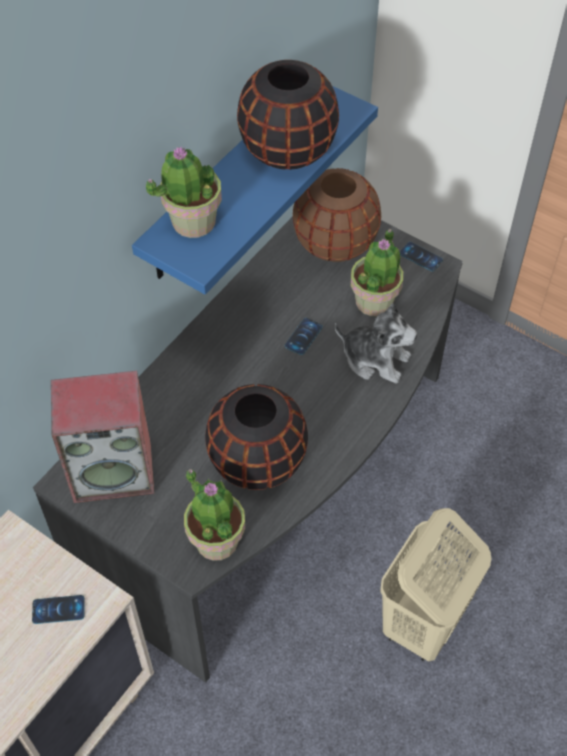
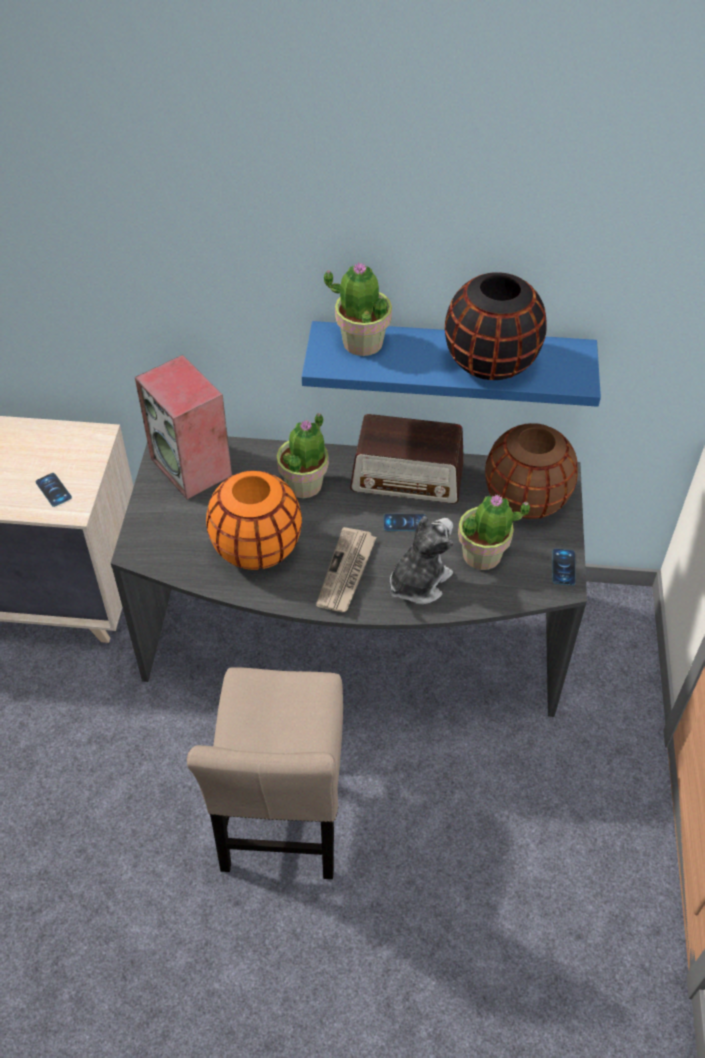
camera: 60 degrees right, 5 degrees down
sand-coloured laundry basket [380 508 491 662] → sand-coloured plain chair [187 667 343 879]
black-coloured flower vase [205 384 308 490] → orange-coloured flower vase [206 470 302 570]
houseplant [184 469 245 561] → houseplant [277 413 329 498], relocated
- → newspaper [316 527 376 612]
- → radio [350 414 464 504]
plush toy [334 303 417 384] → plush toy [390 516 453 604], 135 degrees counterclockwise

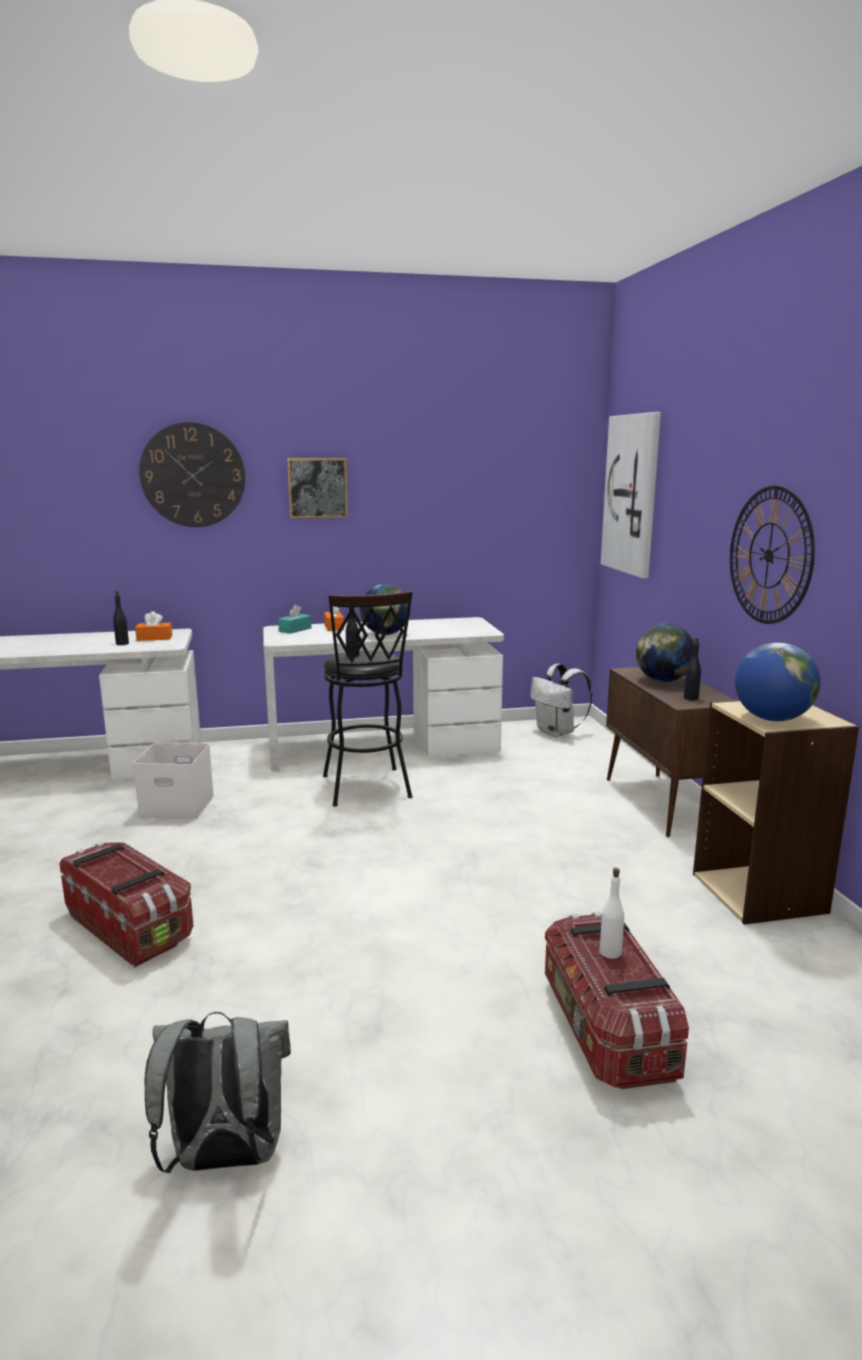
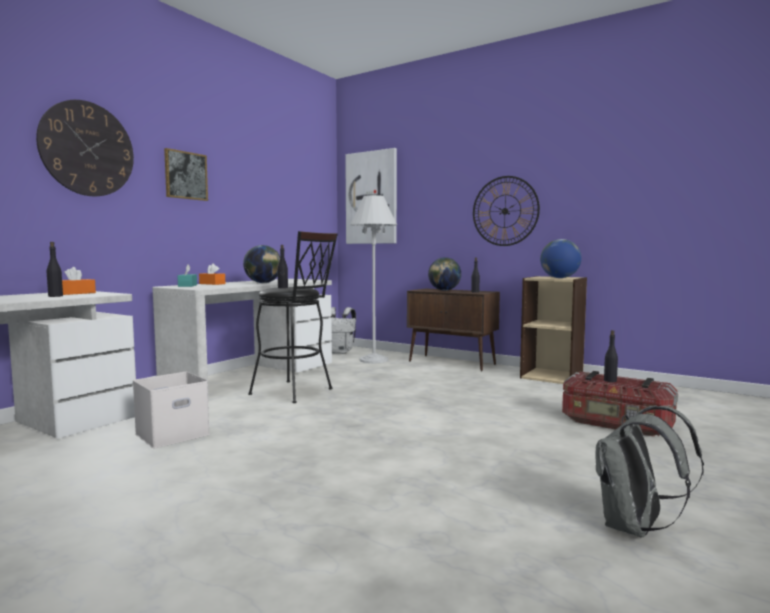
camera: 45 degrees left, 10 degrees down
- → white-coloured standing lamp [350 195 397 363]
white-coloured bottle [600 868 624 959] → black-coloured bottle [604 330 618 382]
storage bin [59 842 193 967] → -

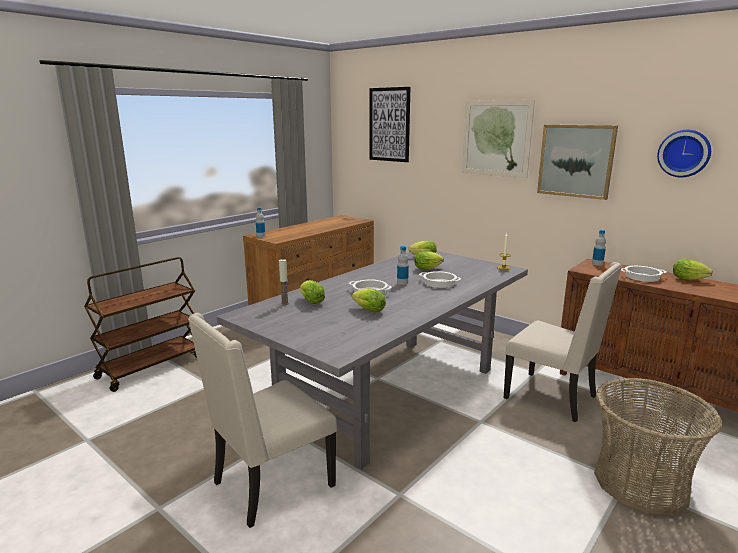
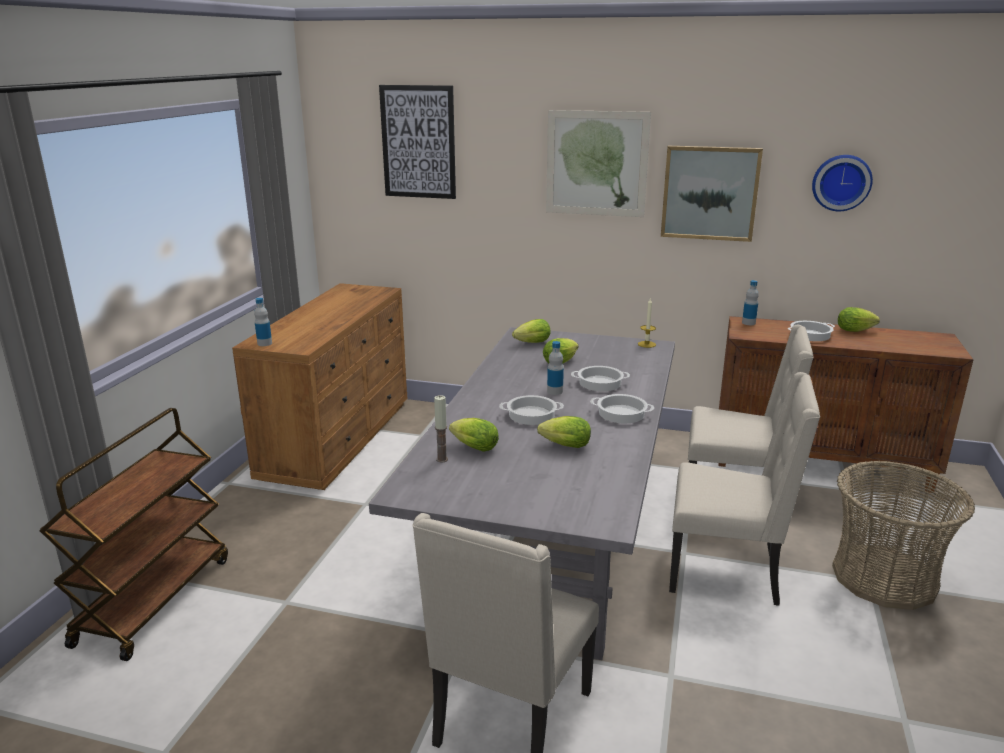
camera: 25 degrees left, 5 degrees up
- → cooking pot [590 394 654 423]
- → sand-coloured plain chair [669 372 820 606]

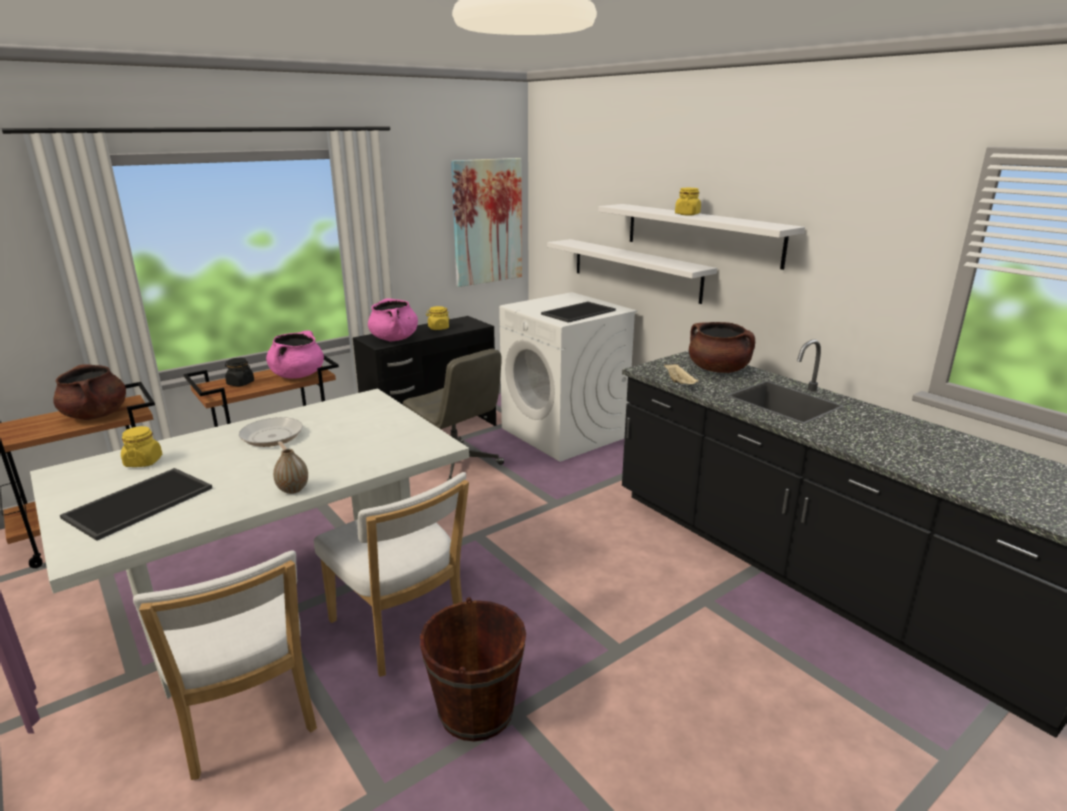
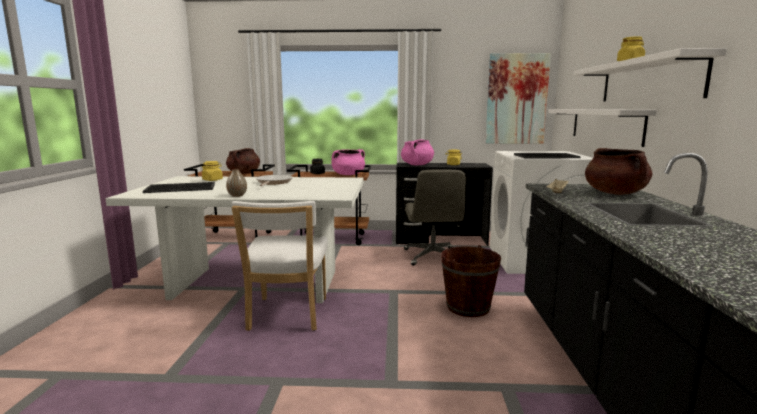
camera: 40 degrees right, 10 degrees down
brown-coloured bucket [420 597 526 742] → brown-coloured bucket [441 245 501 317], relocated
white-coloured plain chair [133 551 317 780] → -

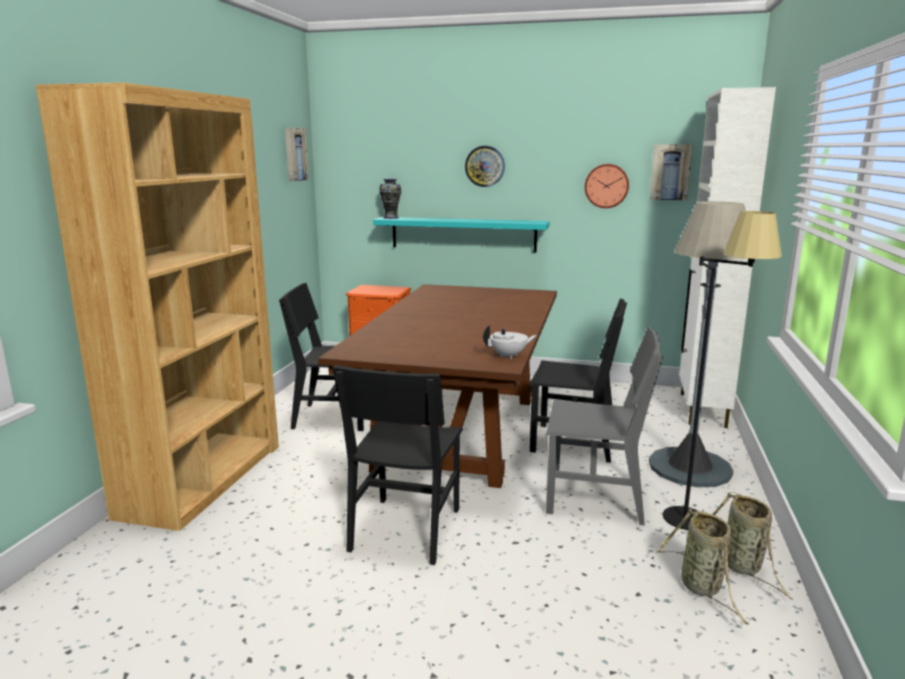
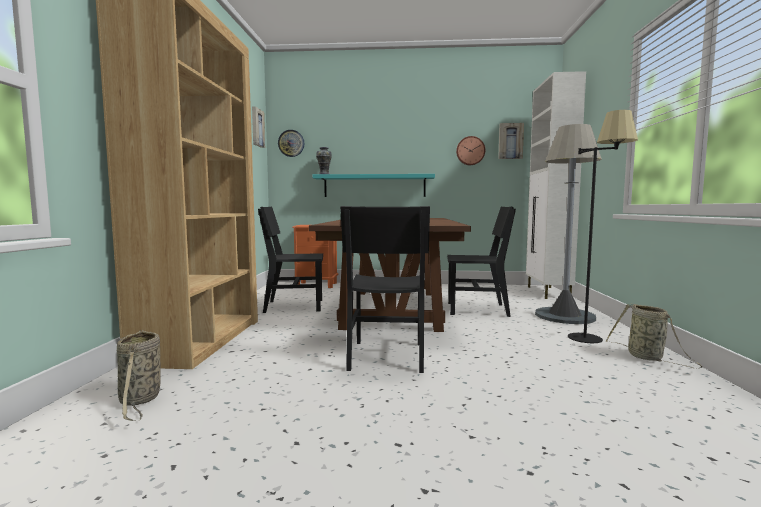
camera: 10 degrees left, 10 degrees down
household basket [656 509 749 625] → household basket [116 331 161 421], relocated
clock on the wall [465 146 505 187] → clock on the wall [278 130 304 157], relocated
white-coloured teapot [483 325 537 359] → -
greyish plain chair [546 327 663 525] → -

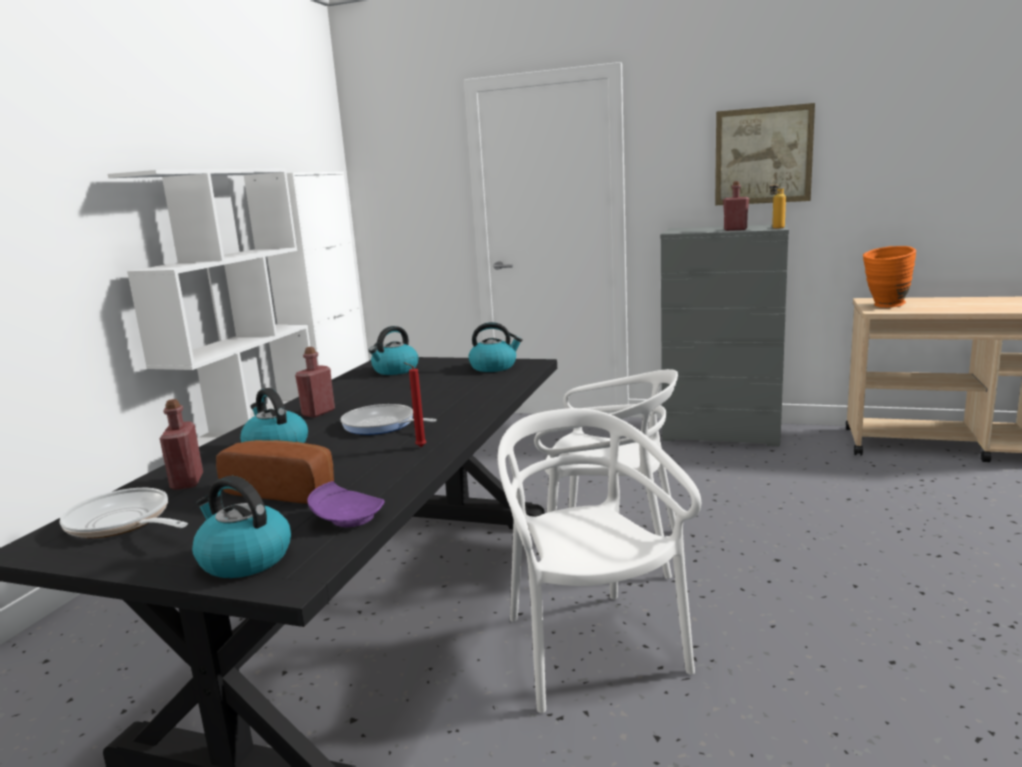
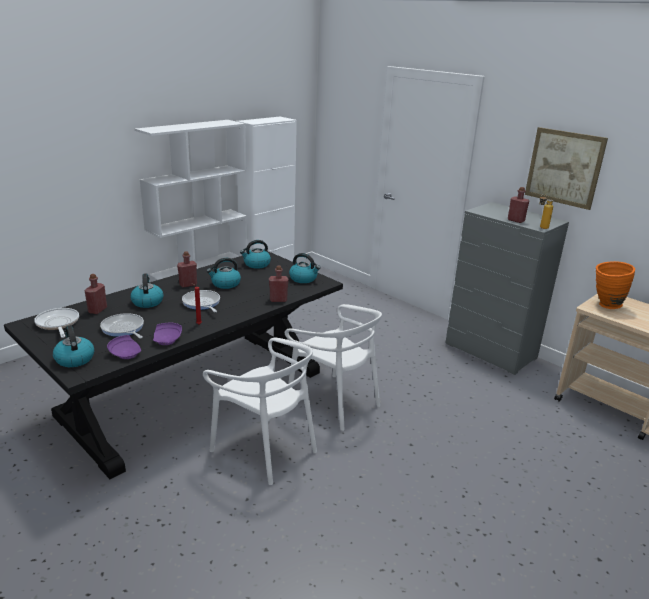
camera: 25 degrees right, 10 degrees up
baked bread [216 440 334 504] → pan [100 313 144 338]
- → purplish flat dish [153 323 182 345]
white-coloured plain chair [498 408 701 713] → white-coloured plain chair [203 338 317 485], 120 degrees clockwise
- → kettle [207 258 241 289]
- → reddish bottle [269 266 289 302]

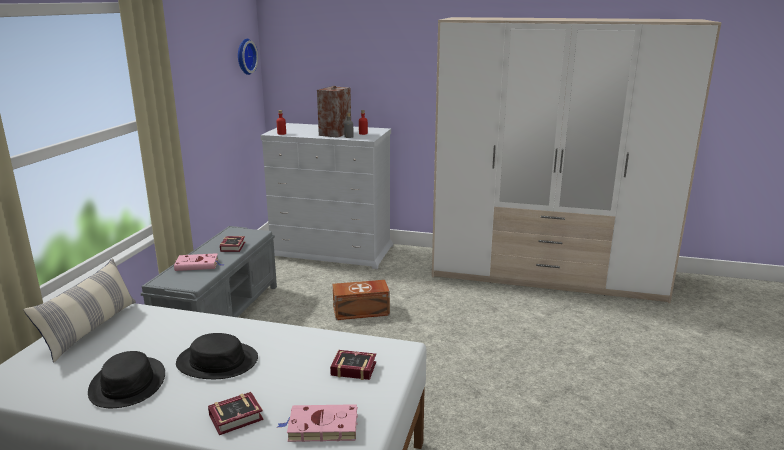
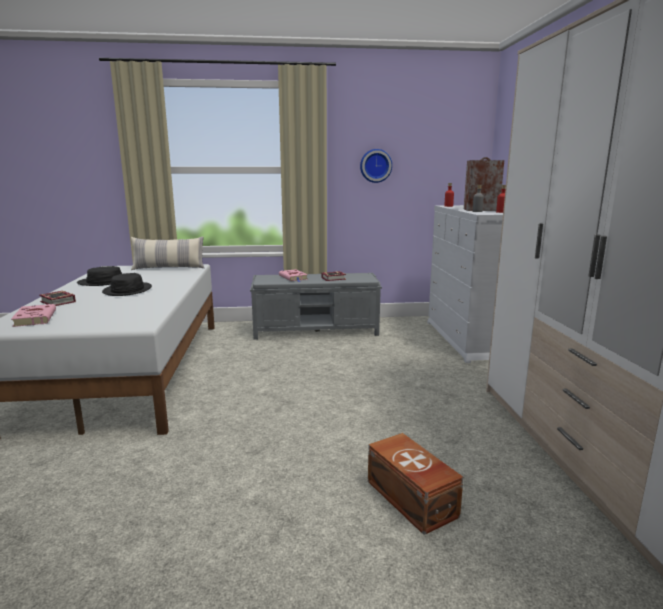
camera: 70 degrees right, 5 degrees down
clock on the wall [238 39 258 75] → clock on the wall [360 149 392 183], relocated
brown-coloured storage bin [333 280 390 320] → brown-coloured storage bin [368 433 463 535], relocated
volume [330 350 376 380] → -

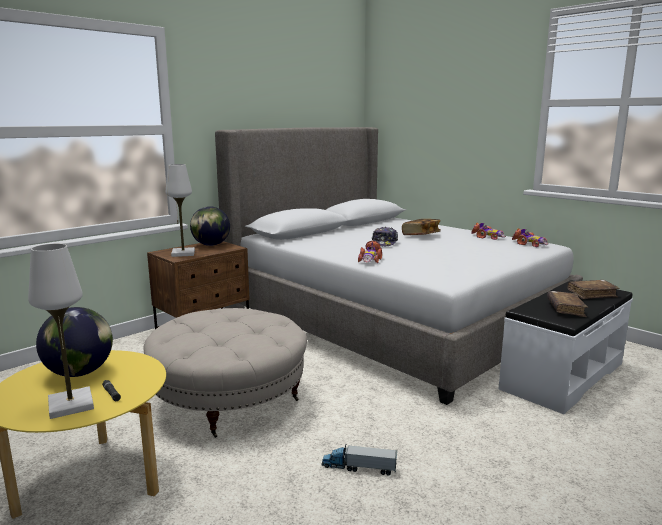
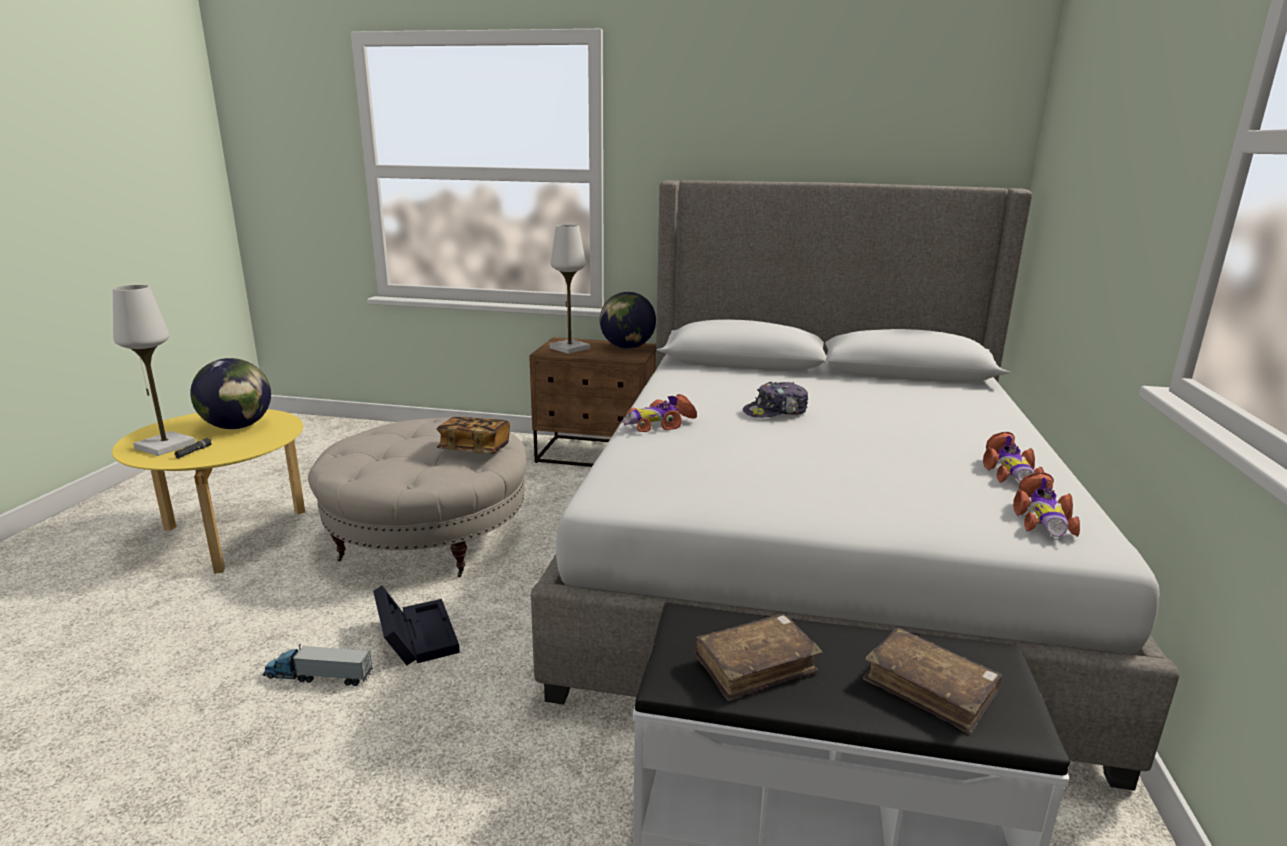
camera: 55 degrees right, 5 degrees up
model truck [321 444 397 475] → model truck [263 644 373 686], 60 degrees counterclockwise
- → black-coloured storage bin [373 586 460 665]
volume [402 219 441 235] → volume [437 417 510 454], relocated

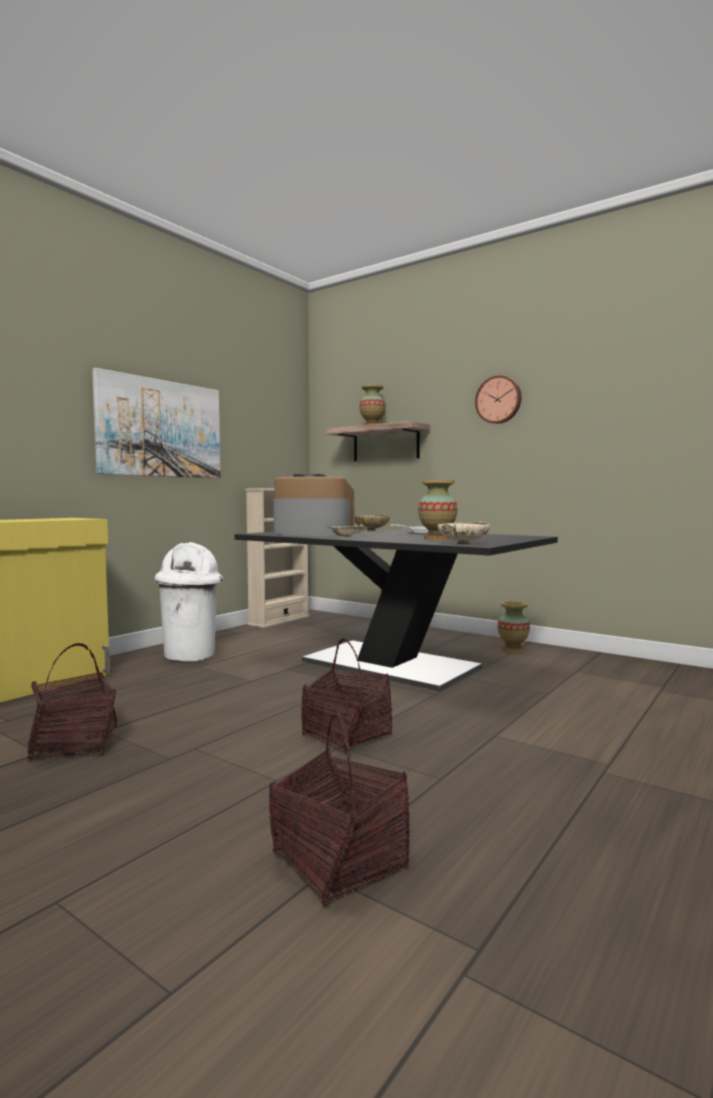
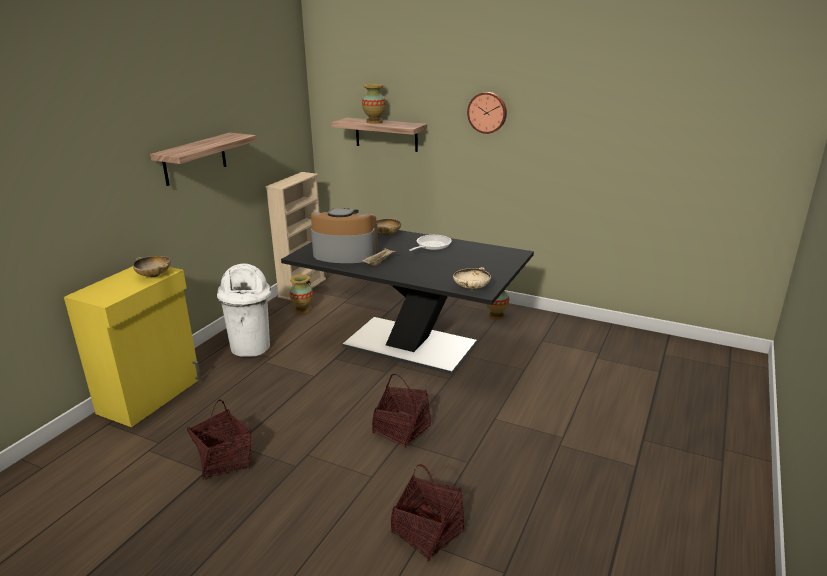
camera: 10 degrees left, 20 degrees up
- → sand-coloured deep dish [133 256 171 277]
picture [92 368 221 478] → bracket shelf [150 133 257 186]
flower vase [418 480 457 540] → flower vase [290 274 313 313], relocated

